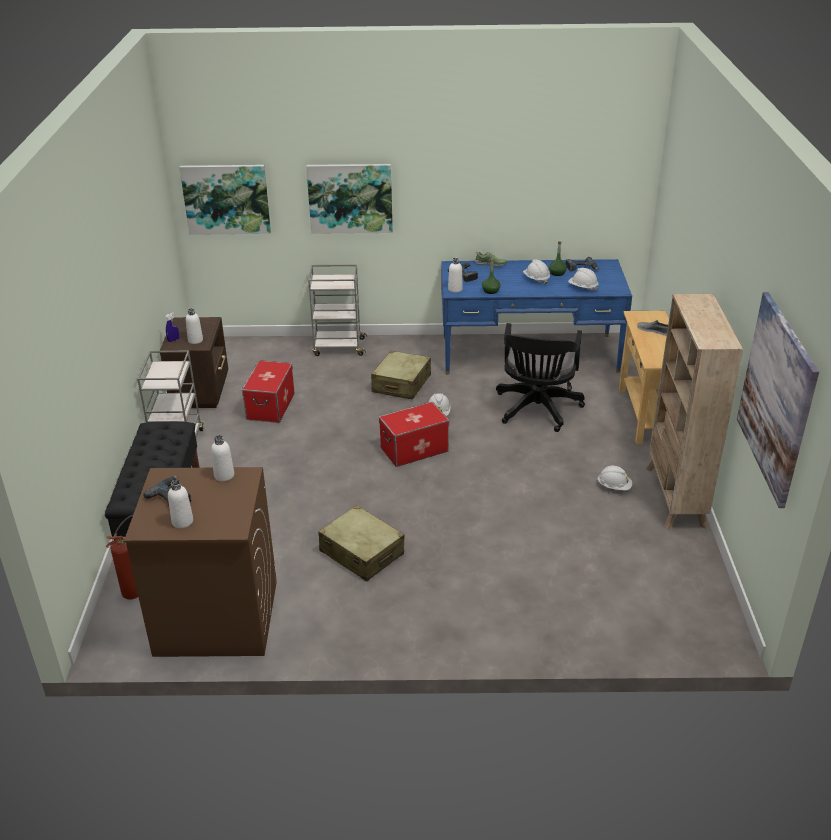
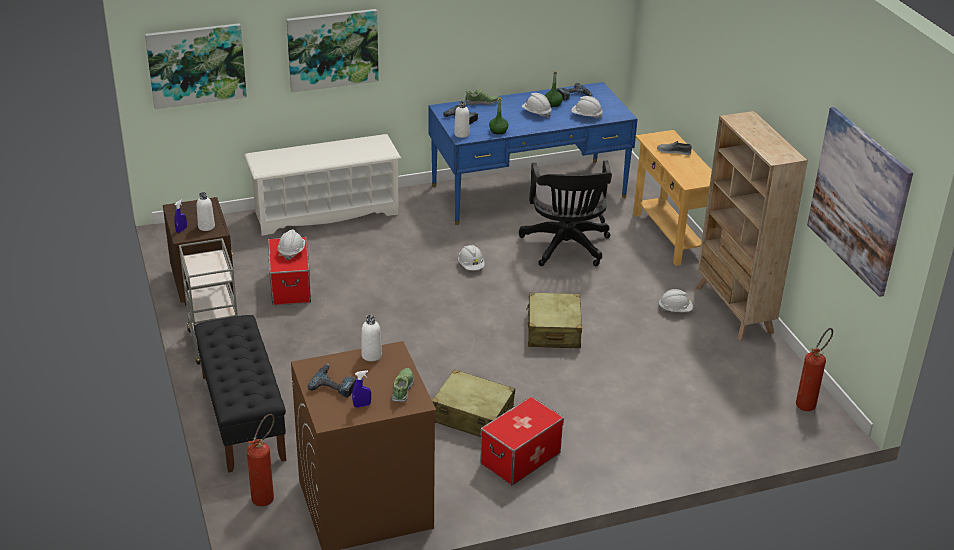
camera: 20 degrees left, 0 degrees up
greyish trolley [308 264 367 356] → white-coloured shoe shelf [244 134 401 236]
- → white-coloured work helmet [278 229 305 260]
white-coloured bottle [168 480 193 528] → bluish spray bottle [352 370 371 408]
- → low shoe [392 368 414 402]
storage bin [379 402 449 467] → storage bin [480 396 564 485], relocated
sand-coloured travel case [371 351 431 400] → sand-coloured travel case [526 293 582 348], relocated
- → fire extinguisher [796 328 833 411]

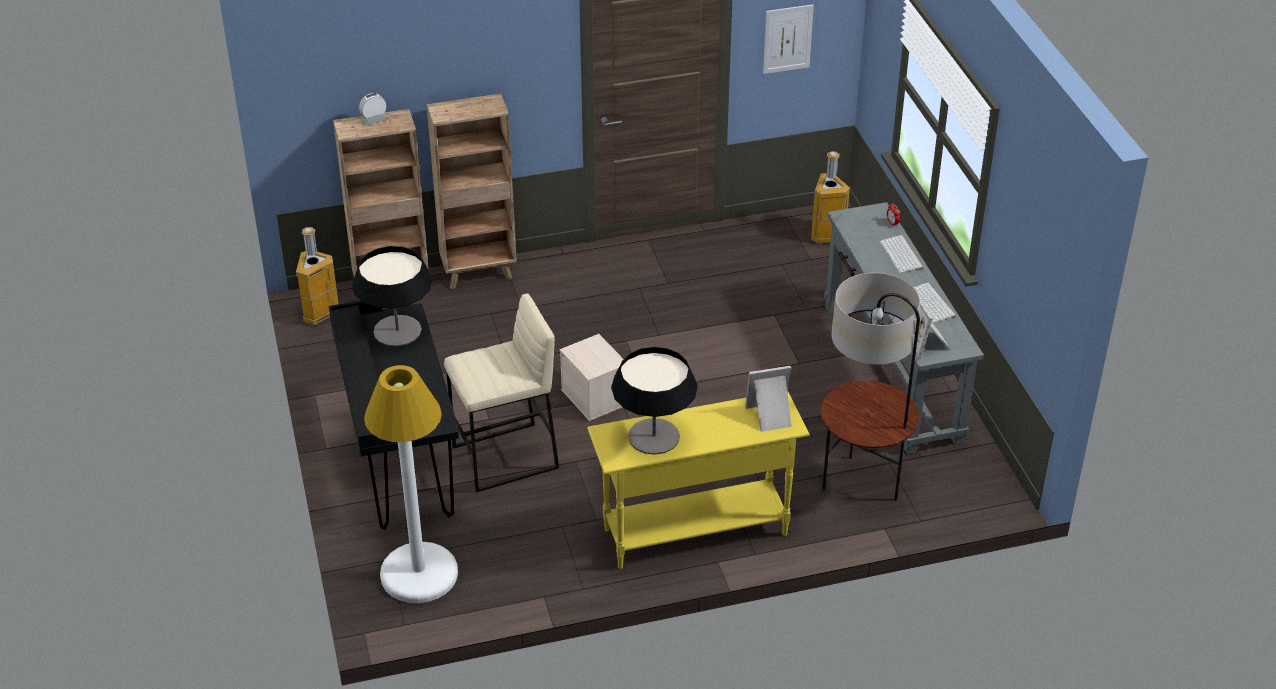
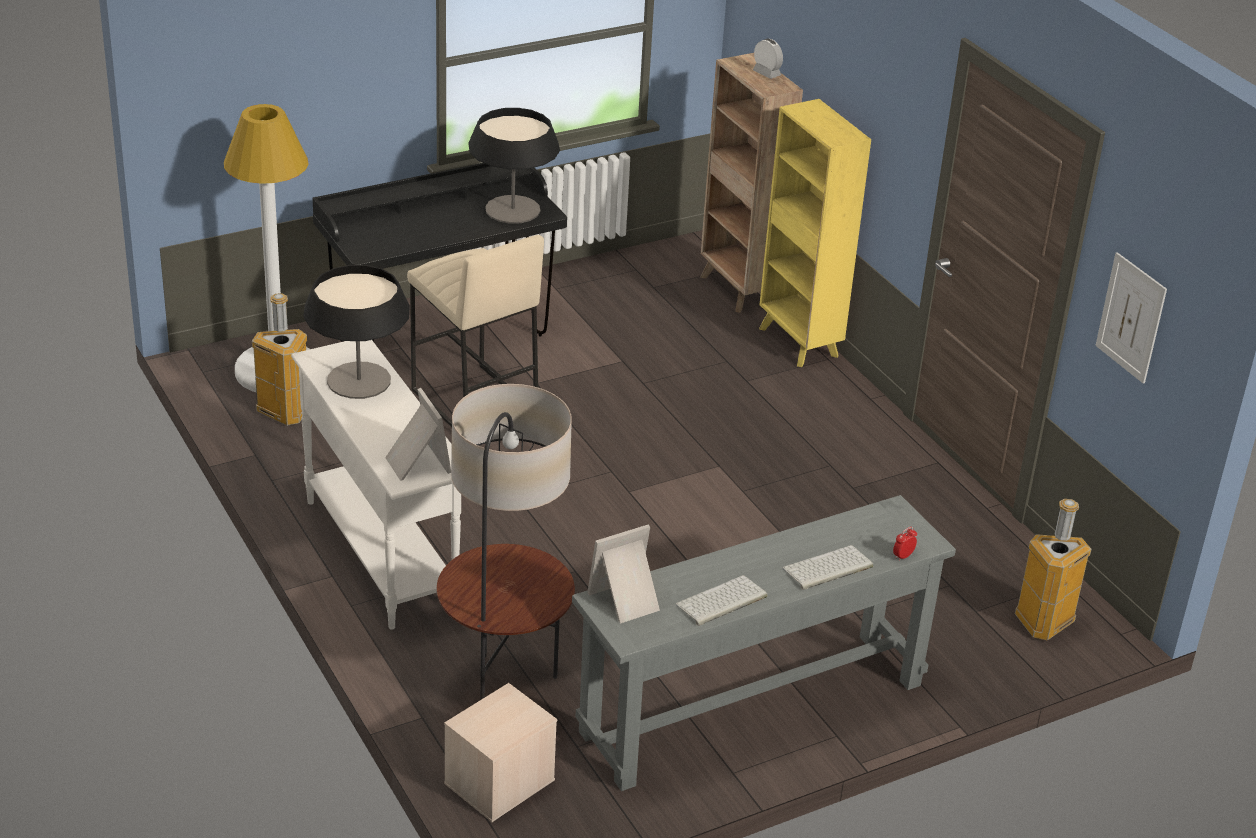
camera: 75 degrees right, 5 degrees down
waste bin [296 227 339 325] → waste bin [252 293 307 426], relocated
yellowish hall table [587 392 810 569] → white-coloured hall table [291 340 461 630]
sand-coloured storage bin [560 334 624 421] → sand-coloured storage bin [444 683 557 822], relocated
brown-coloured shelving unit [427 94 517 289] → yellowish shelving unit [759 99 871 367]

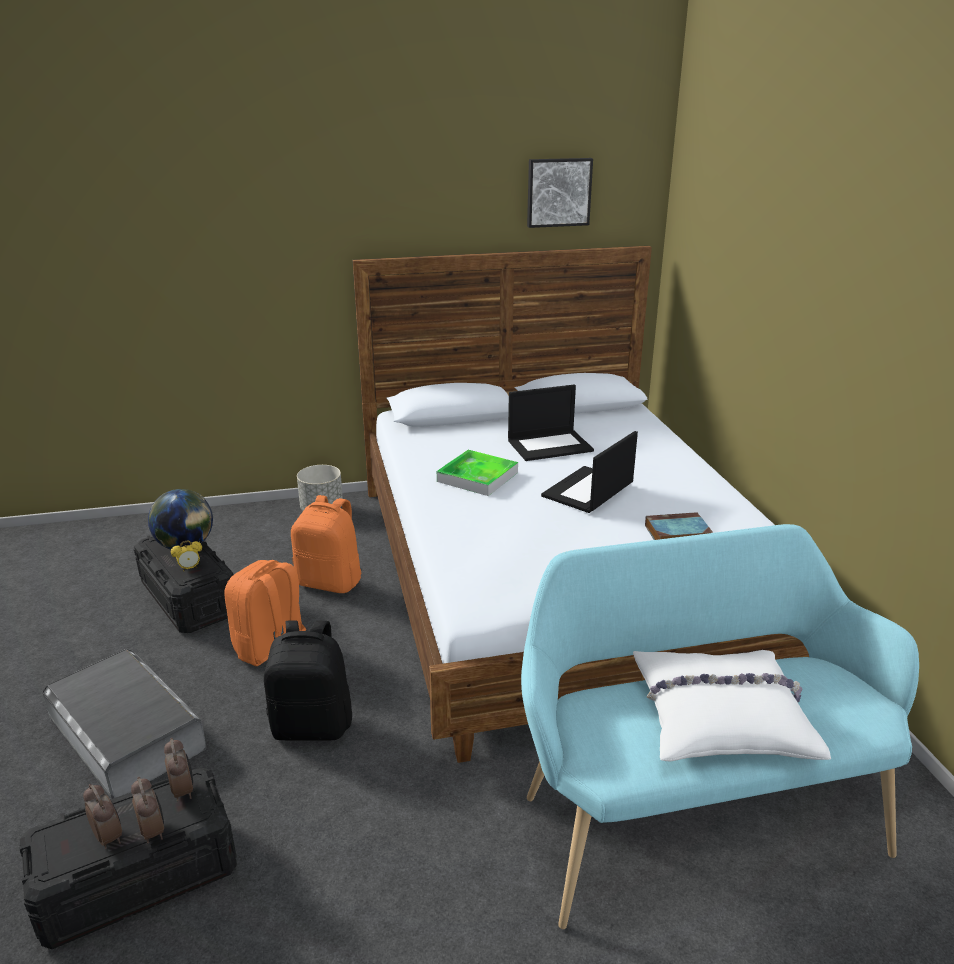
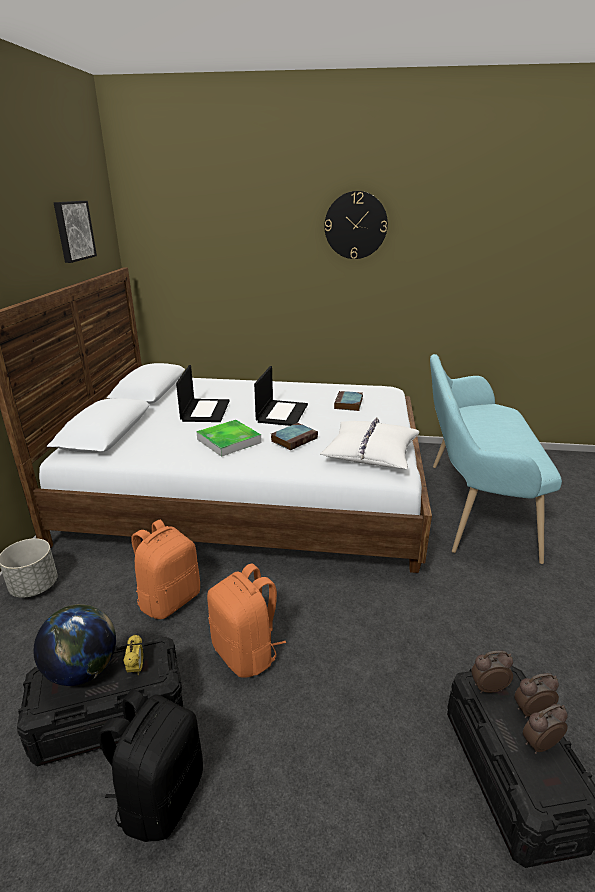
camera: 70 degrees left, 0 degrees up
black-coloured backpack [264 620 352 740] → black-coloured backpack [98 689 203 842], relocated
laptop [541 431 638 513] → laptop [254 366 308 426], 135 degrees counterclockwise
- → volume [271 423 318 450]
white-coloured pillow [633 650 831 761] → white-coloured pillow [320 417 419 469], relocated
- → clock on the wall [324 191 388 259]
greyish storage bin [42 649 206 799] → -

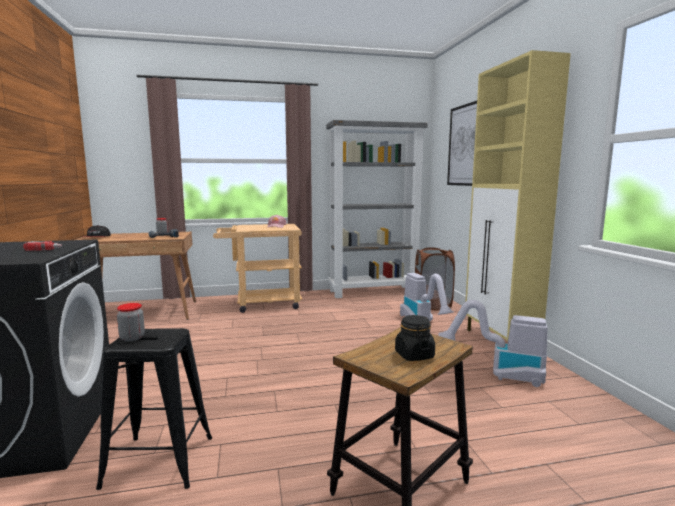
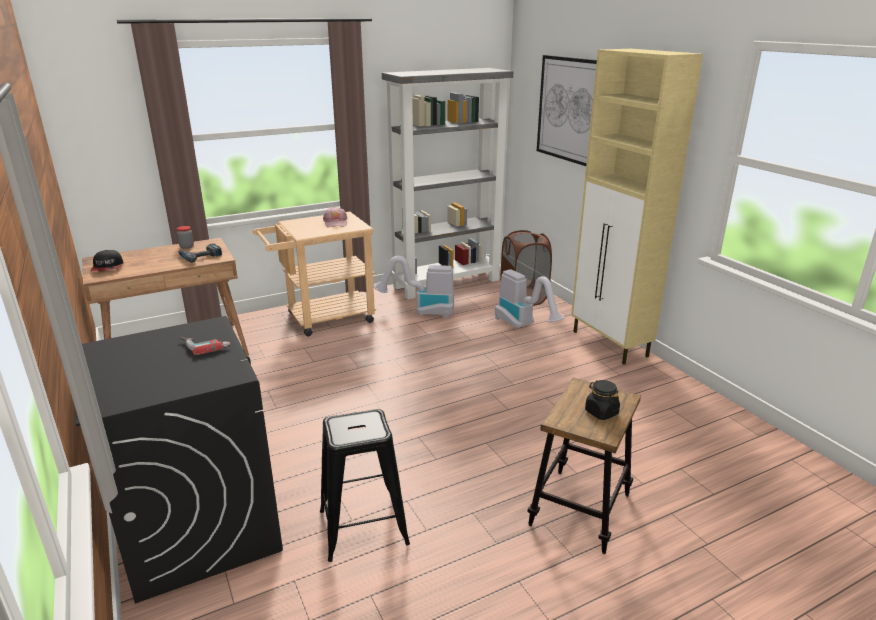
camera: 15 degrees left, 15 degrees up
vacuum [439 300 548 387] → vacuum [373 256 454 318], relocated
jar [117 303 145 341] → -

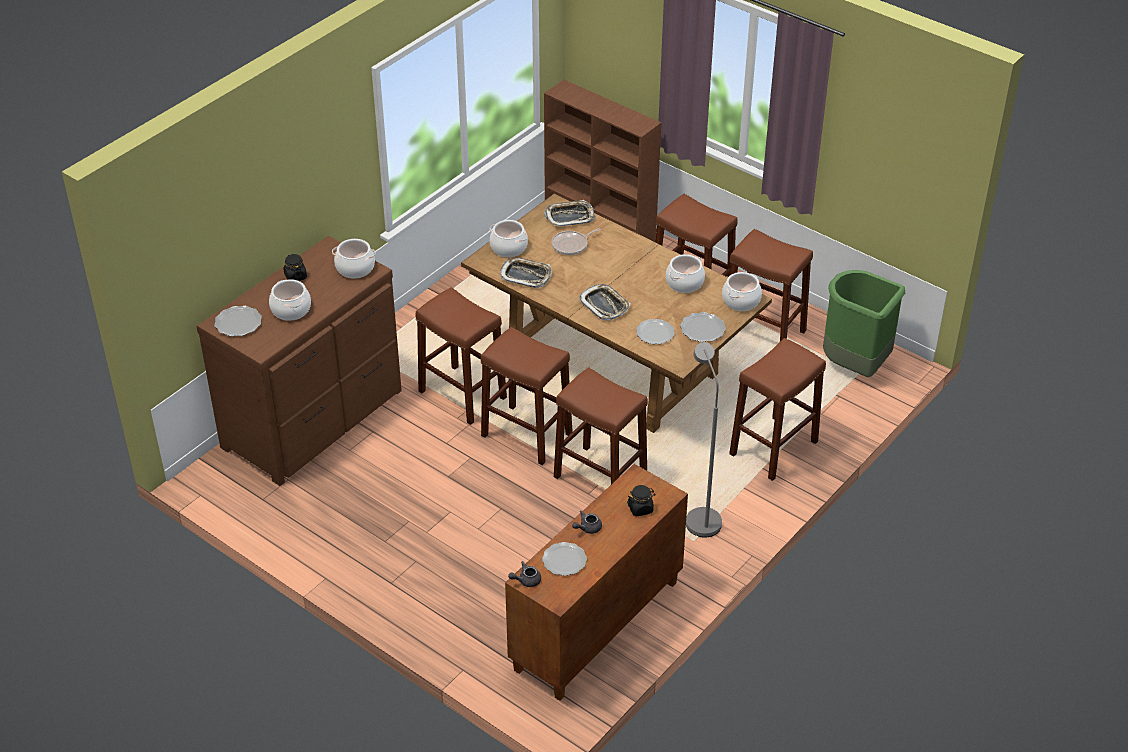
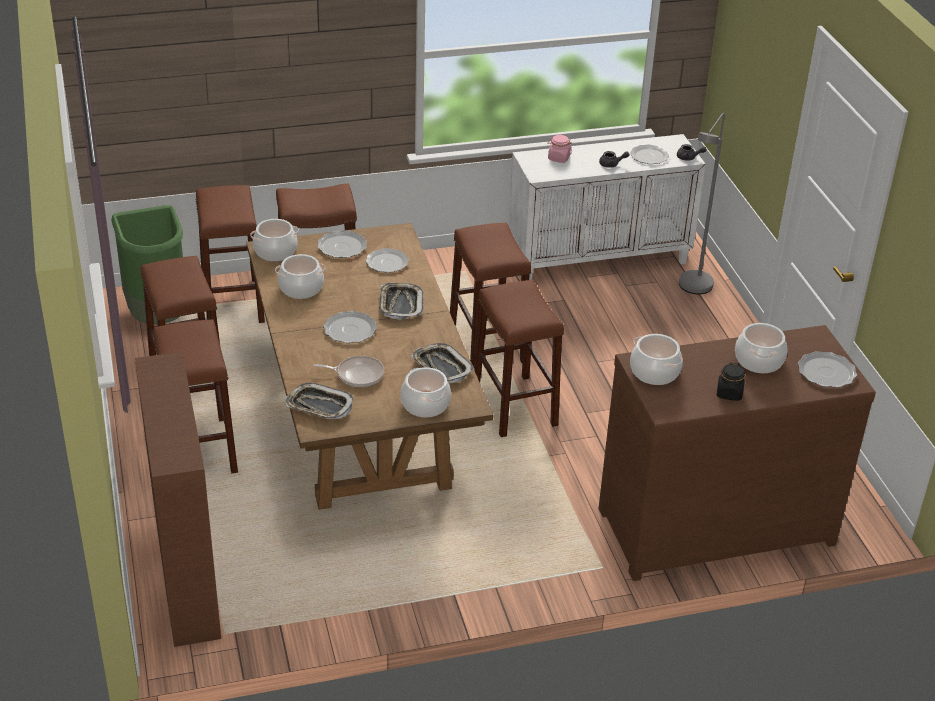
camera: 145 degrees left, 5 degrees down
brown-coloured stool [416 287 507 425] → brown-coloured stool [196 185 265 323], relocated
- → flat dish [323 311 377 343]
brown-coloured cabinet [505 464 688 701] → white-coloured cabinet [508 134 706 280]
black-coloured jar [627 485 656 517] → pink-coloured jar [547 135 572 163]
greyish standing lamp [686 342 722 538] → greyish standing lamp [679 113 725 294], relocated

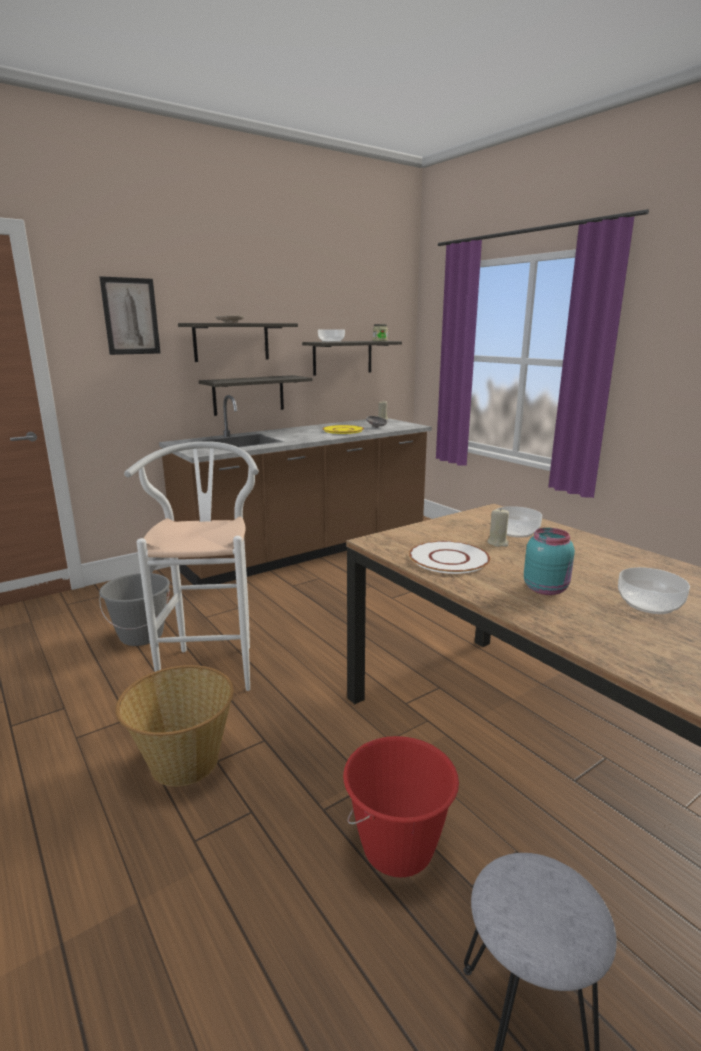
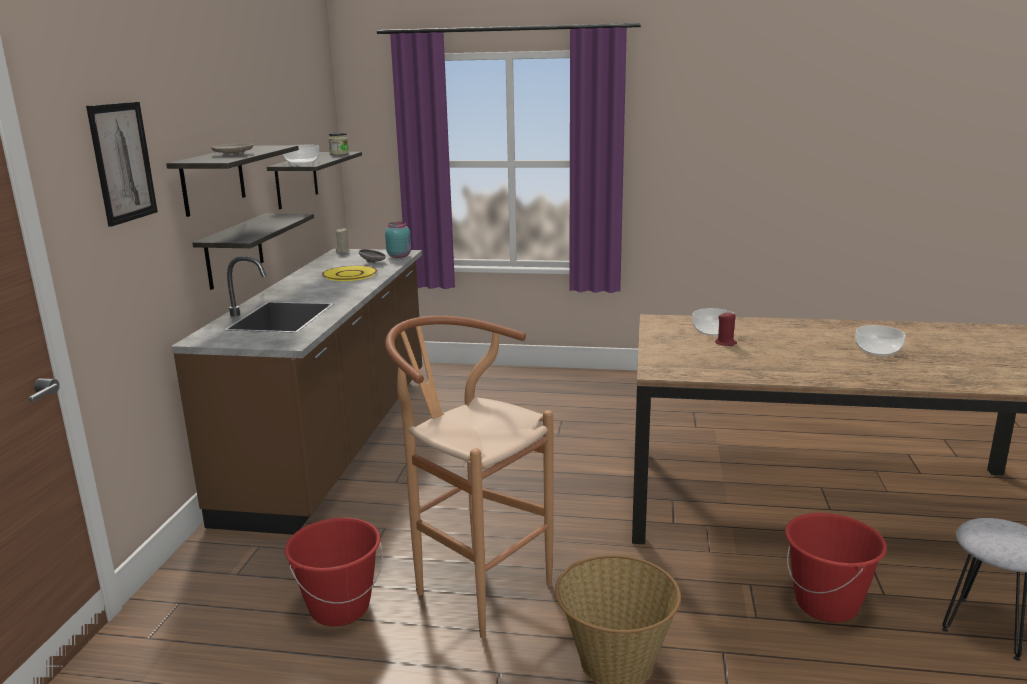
camera: 45 degrees left, 0 degrees up
greyish bucket [99 573 170 646] → reddish bucket [285 518 383 626]
turquoise jar [524 528 575 595] → turquoise jar [385 222 411 258], relocated
white-coloured stool [124 441 259 691] → brown-coloured stool [385 316 554 639]
sand-coloured wax light [487 509 509 547] → reddish wax light [715 312 737 346]
white-coloured flat dish [409 541 490 574] → -

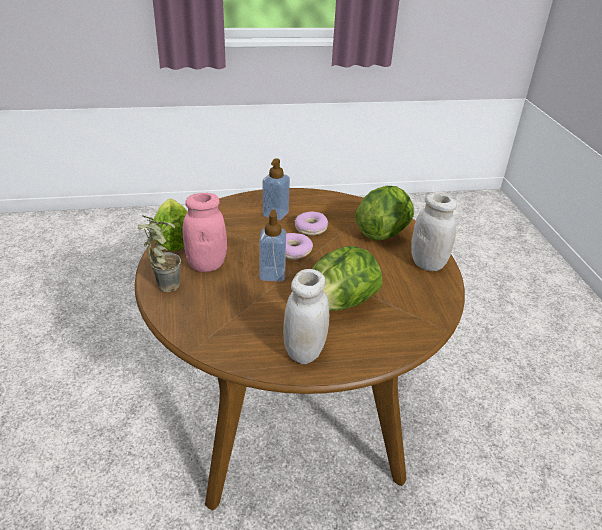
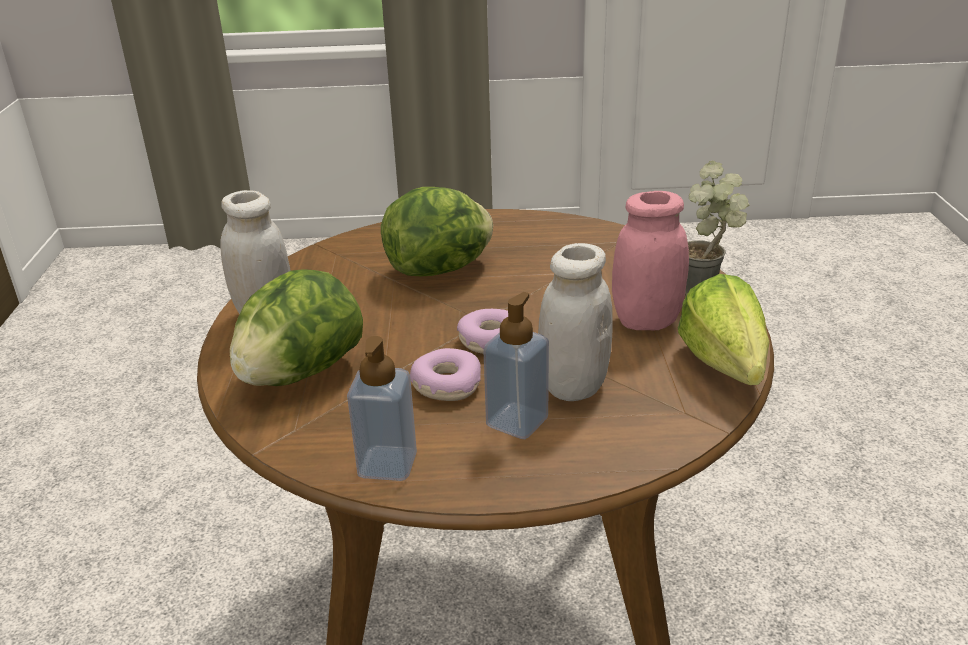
camera: 170 degrees left, 5 degrees down
liquid soap bottle [259 210 286 282] → liquid soap bottle [347 336 417 481], relocated
white-coloured jar [283 269 329 364] → white-coloured jar [538 243 613 401], relocated

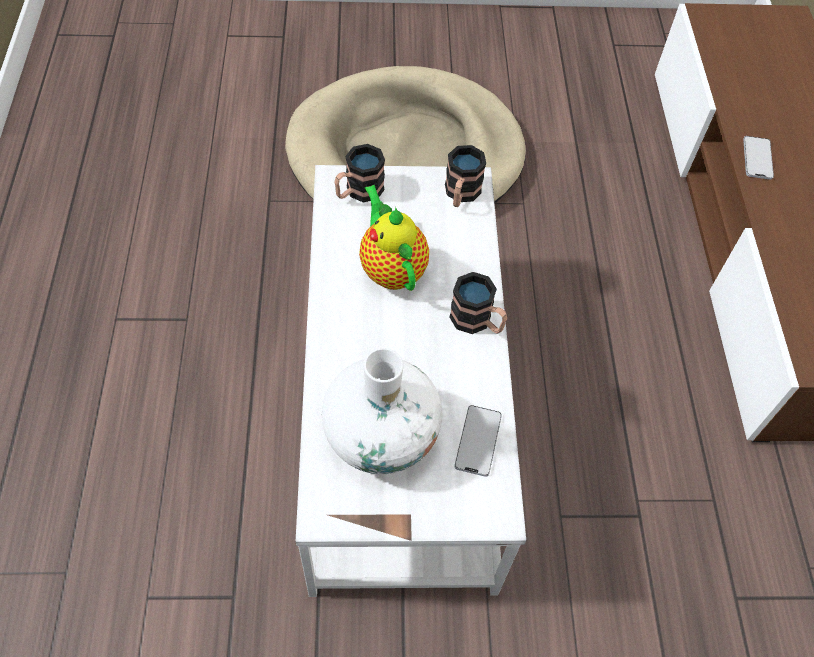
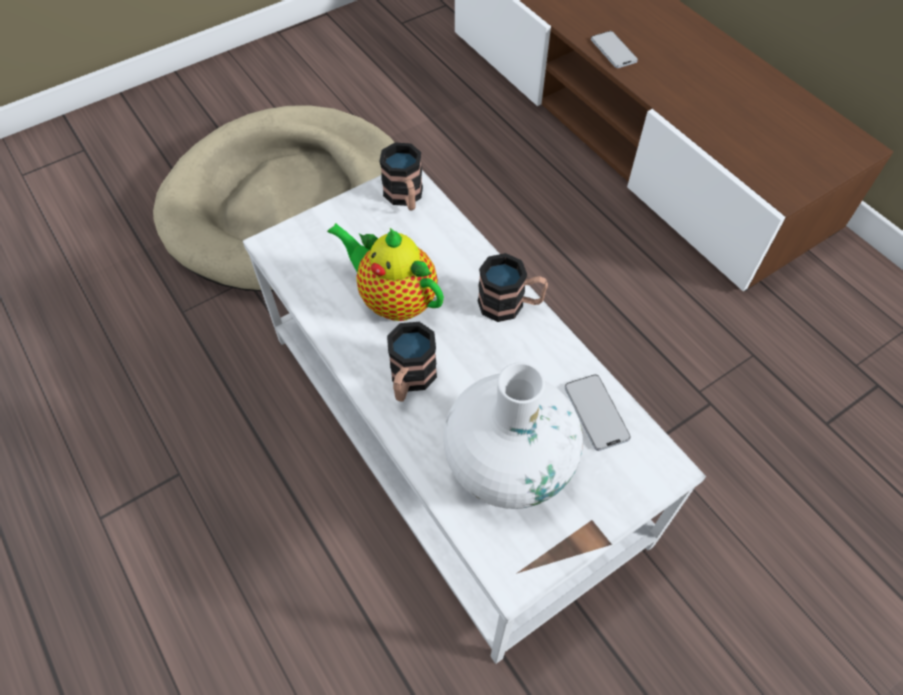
camera: 30 degrees left, 0 degrees up
tea mug [335 144 385 202] → tea mug [387 322 437 402], relocated

